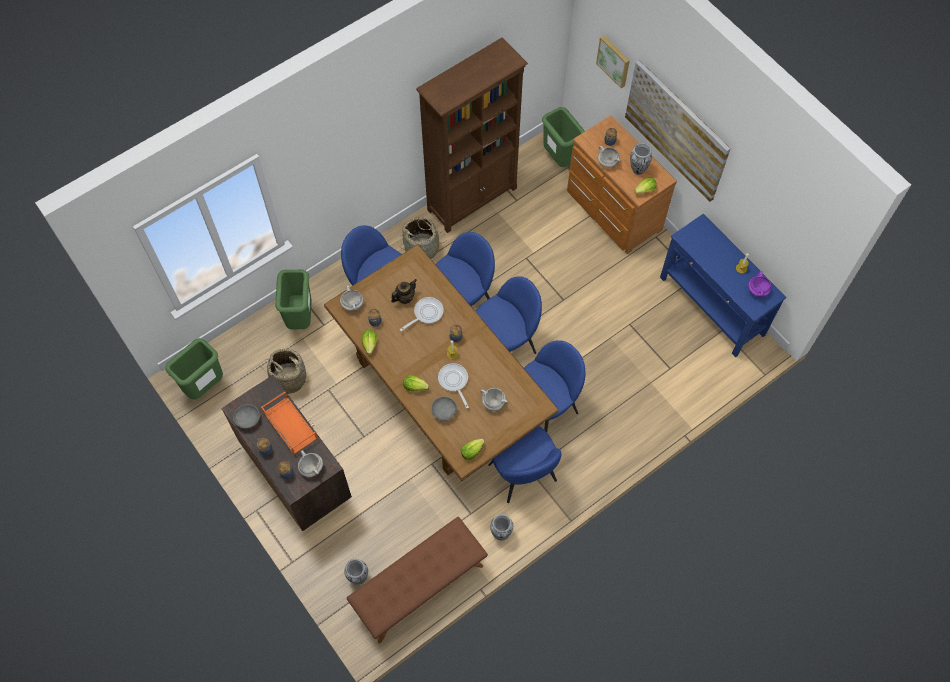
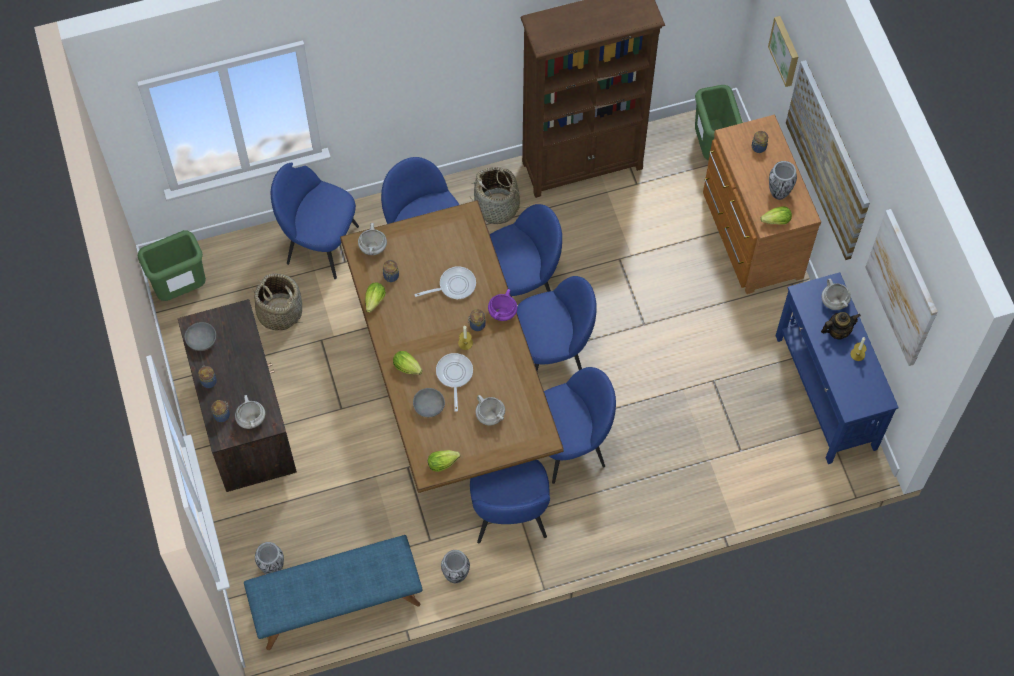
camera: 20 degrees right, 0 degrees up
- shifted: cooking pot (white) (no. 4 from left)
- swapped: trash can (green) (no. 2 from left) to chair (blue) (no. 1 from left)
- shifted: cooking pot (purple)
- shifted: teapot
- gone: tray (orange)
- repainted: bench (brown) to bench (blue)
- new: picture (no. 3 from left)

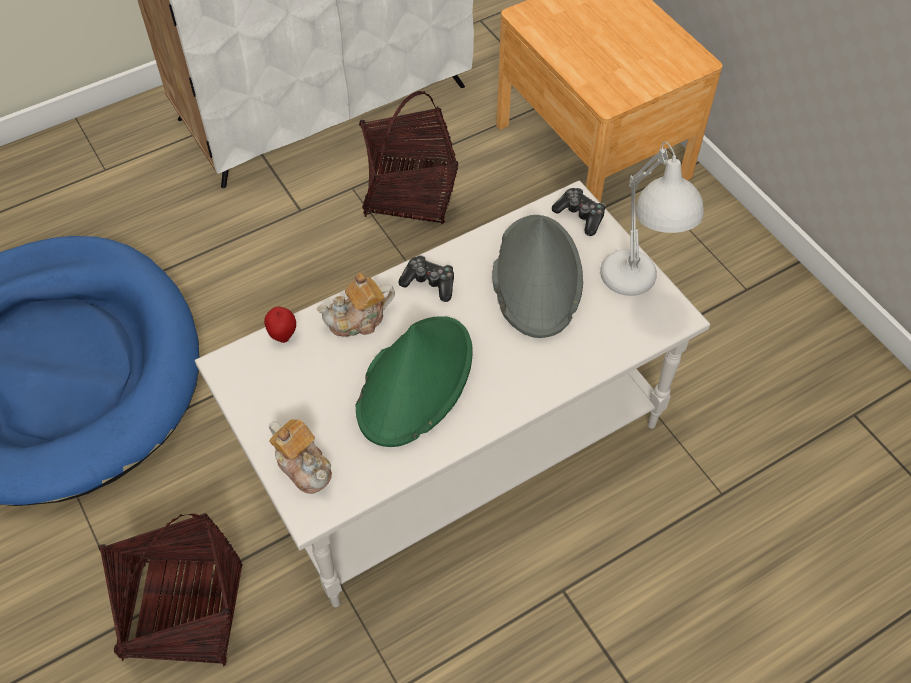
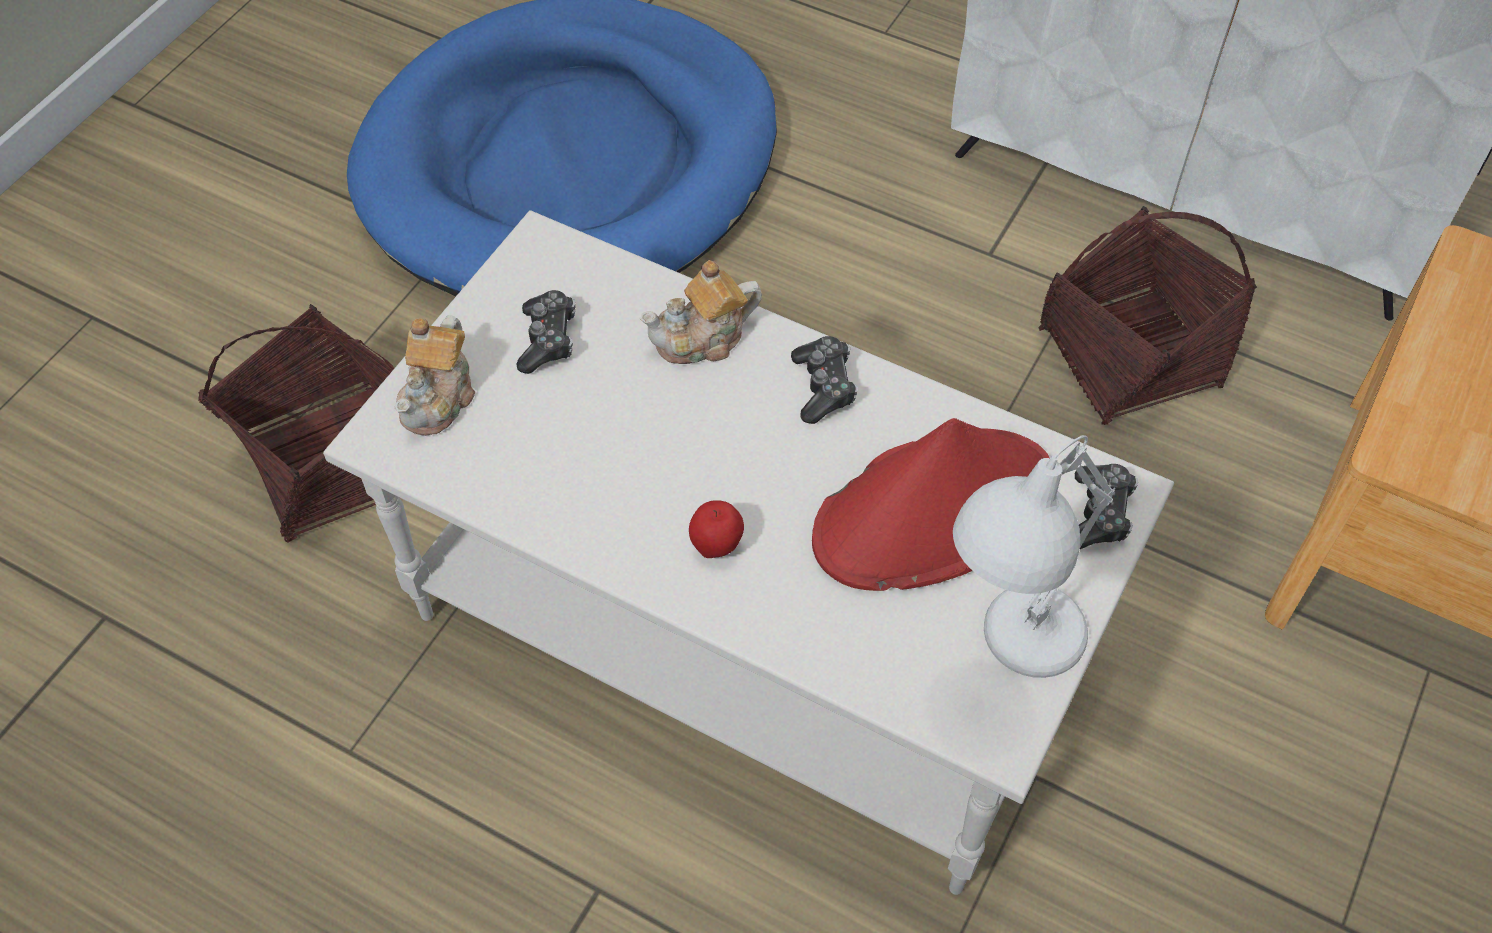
camera: 60 degrees right, 0 degrees up
- repainted: hat (grey) to hat (red)
- rotated: teapot (no. 2 from left) 60 degrees counterclockwise
- shifted: apple
- gone: hat (green)
- new: game controller (no. 1 from left)

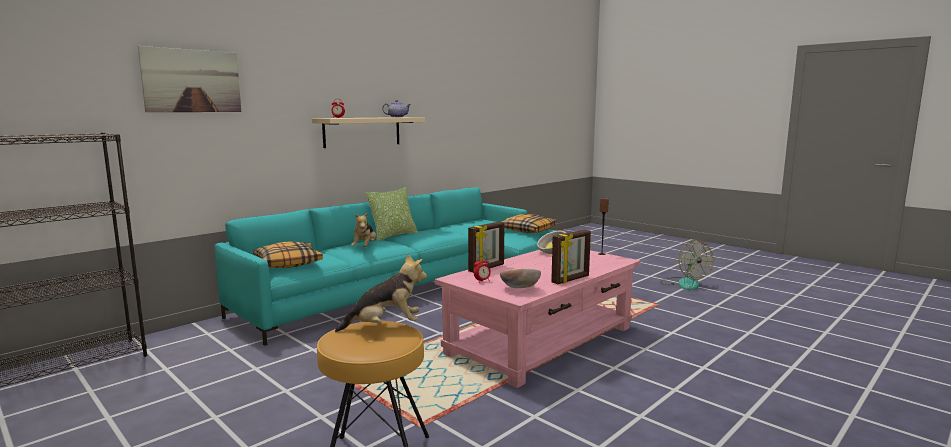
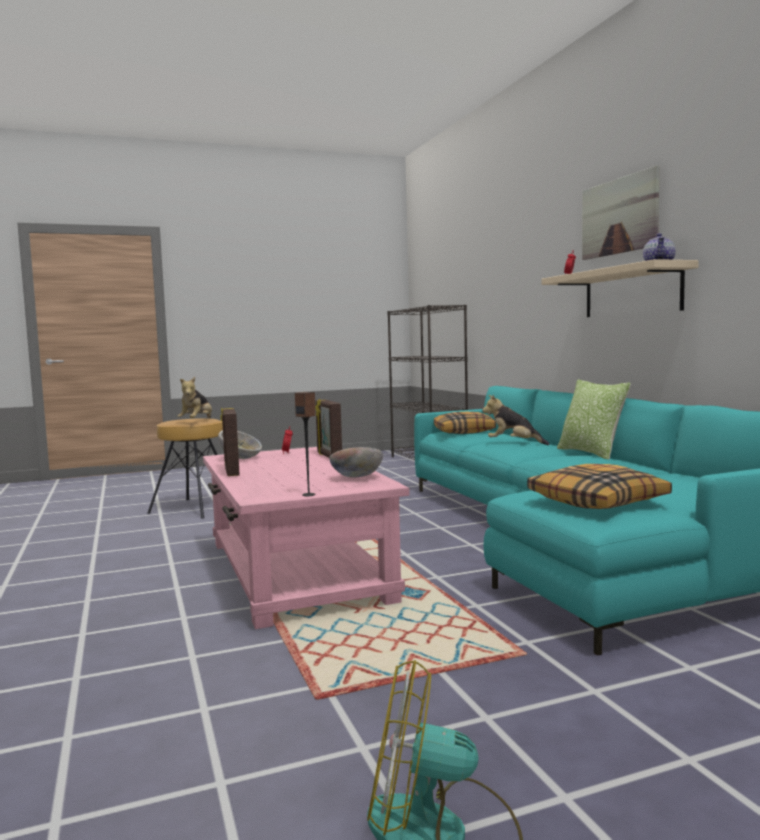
camera: 115 degrees right, 5 degrees down
- shifted: picture

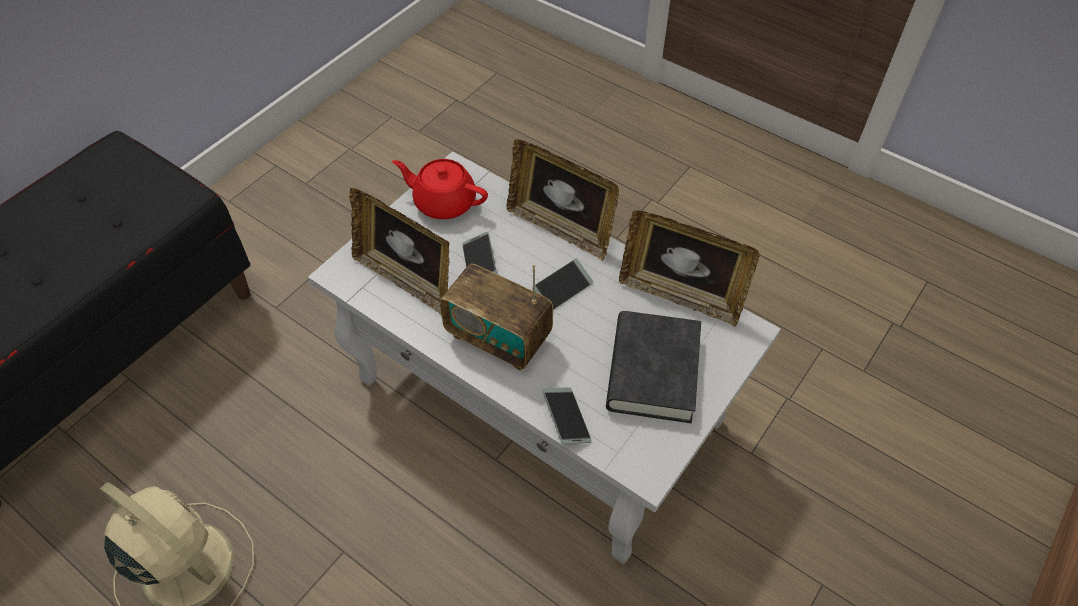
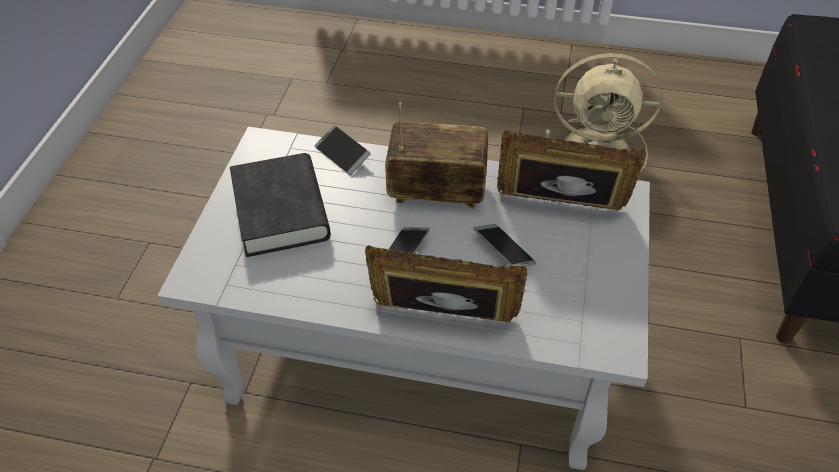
camera: 155 degrees right, 5 degrees down
- gone: teapot (red)
- gone: picture frame (no. 3 from left)

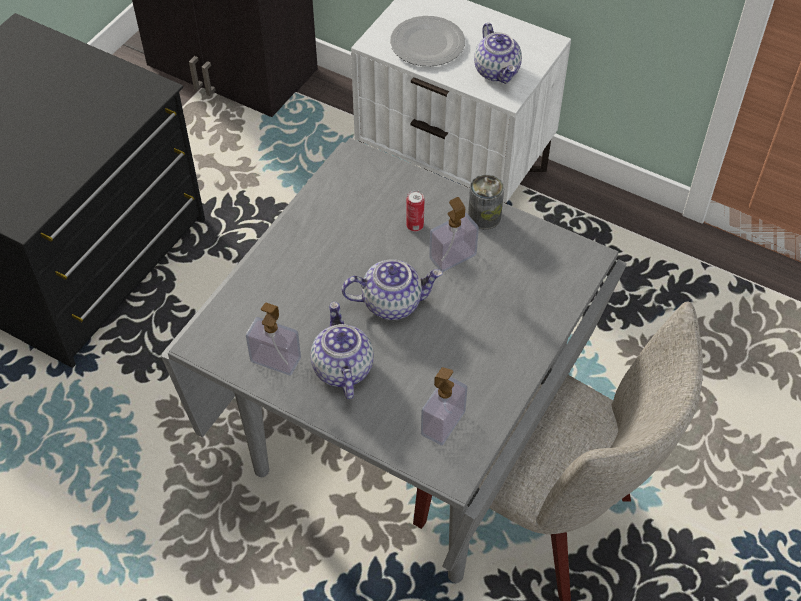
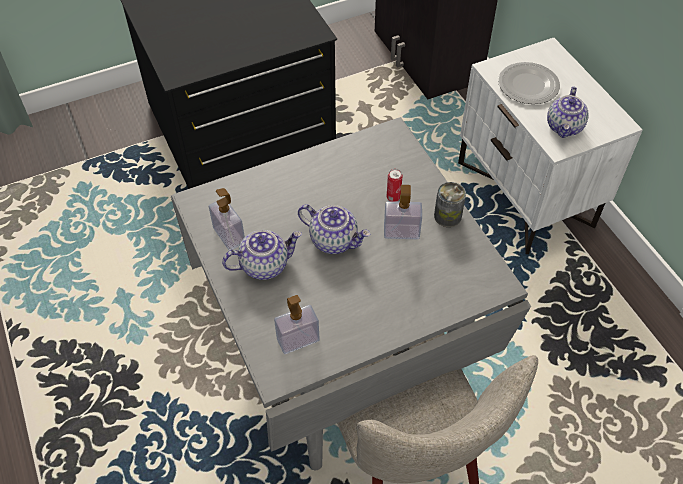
camera: 35 degrees right, 0 degrees up
- rotated: teapot (no. 1 from left) 45 degrees clockwise

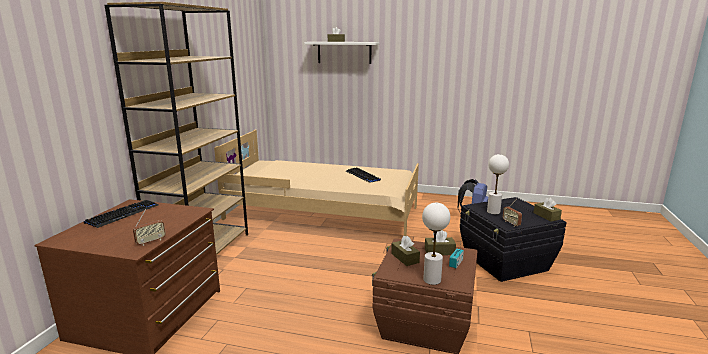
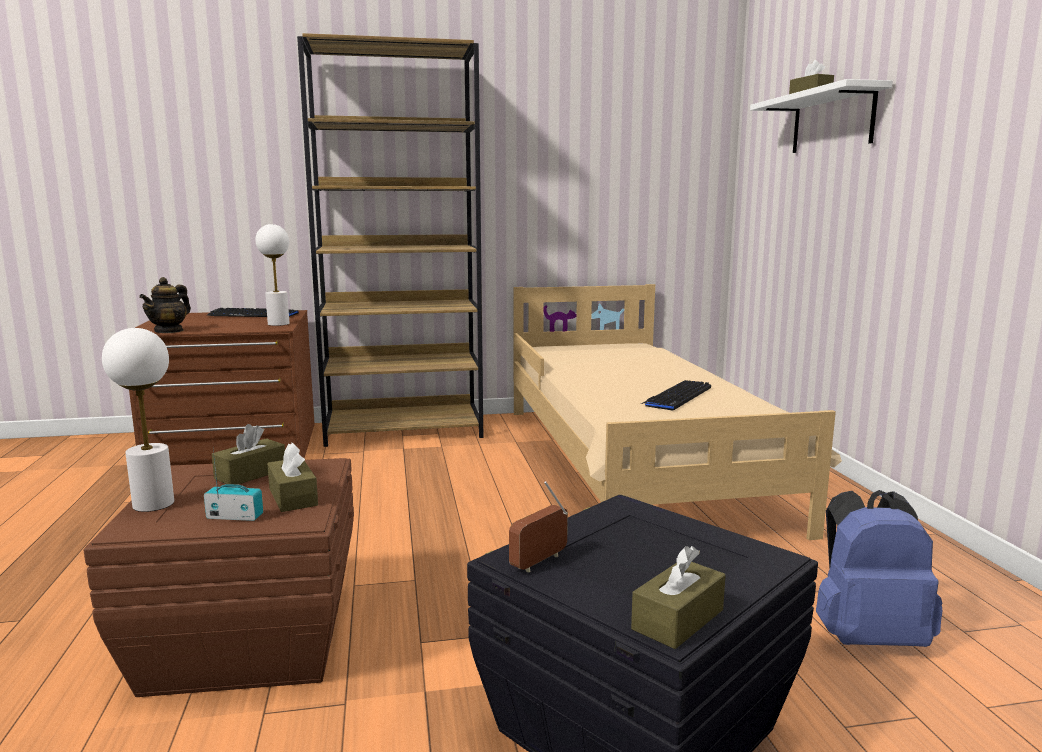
camera: 65 degrees right, 5 degrees down
- shifted: table lamp (white) (no. 2 from left)
- swapped: radio (no. 1 from left) to teapot

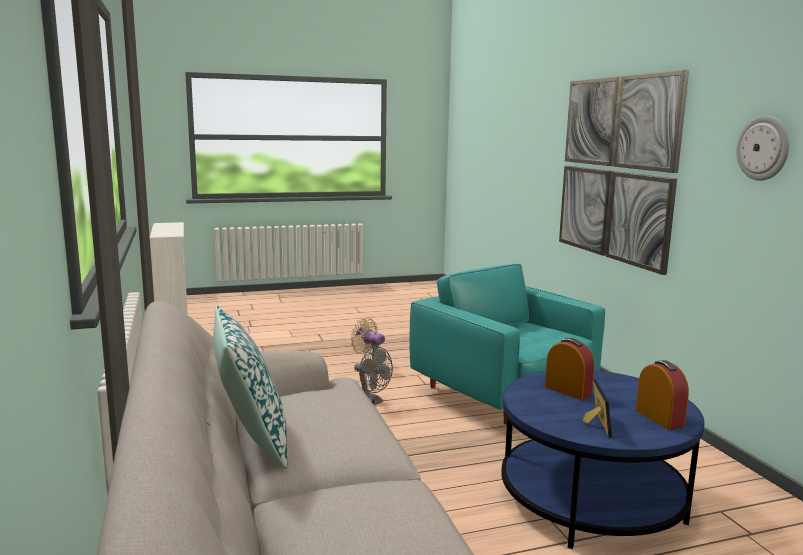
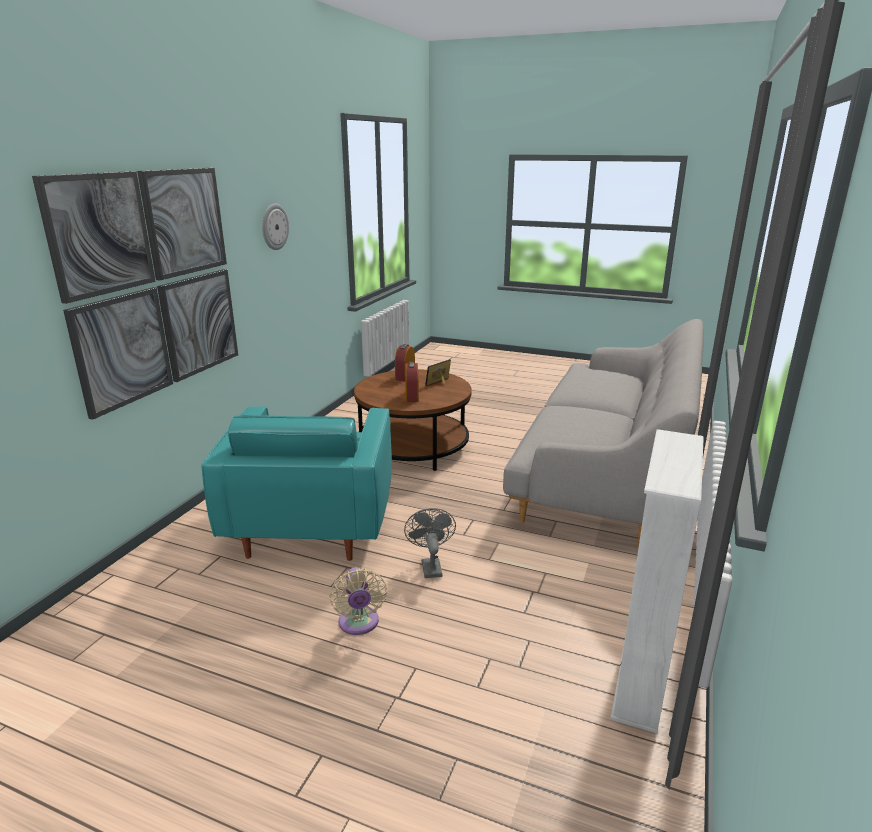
camera: 140 degrees left, 10 degrees up
- gone: pillow
- repainted: coffee table (blue) to coffee table (brown)

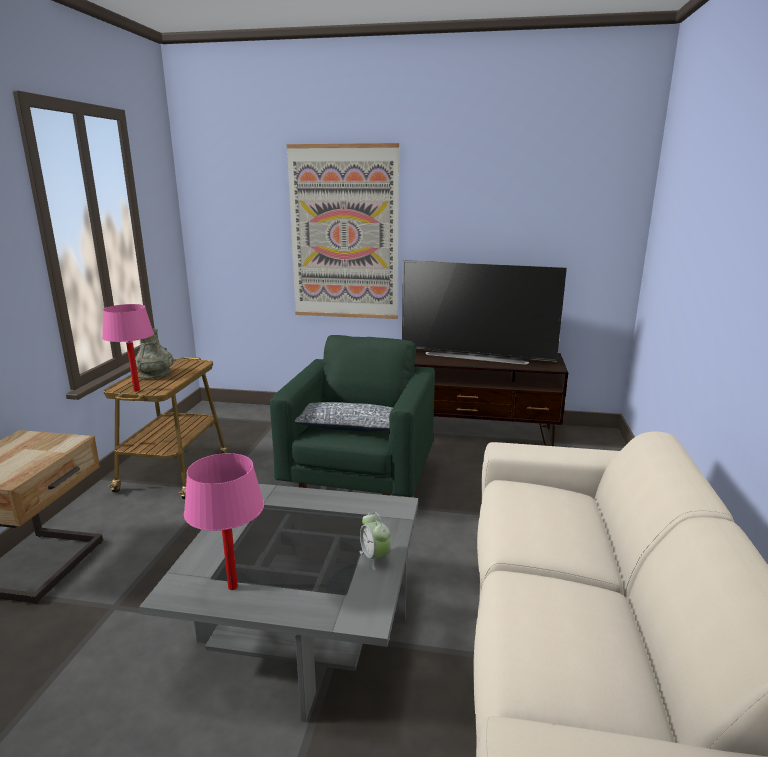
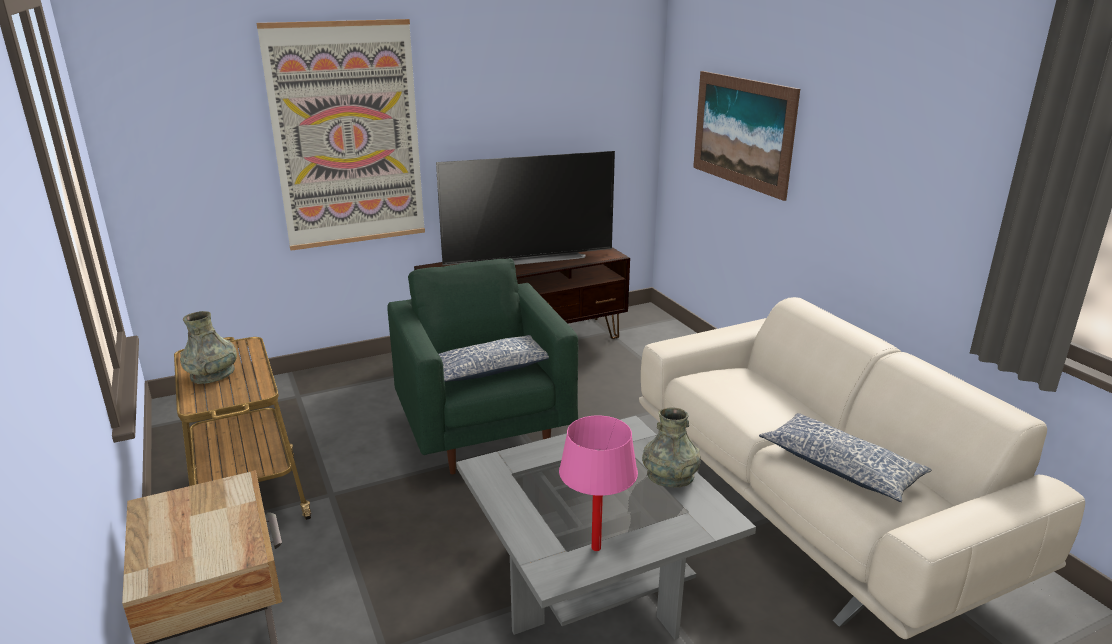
camera: 35 degrees left, 5 degrees up
- gone: table lamp (pink) (no. 1 from left)
- swapped: alarm clock to vase (grey) (no. 2 from left)
- new: picture (no. 2 from left)
- new: pillow (no. 2 from left)

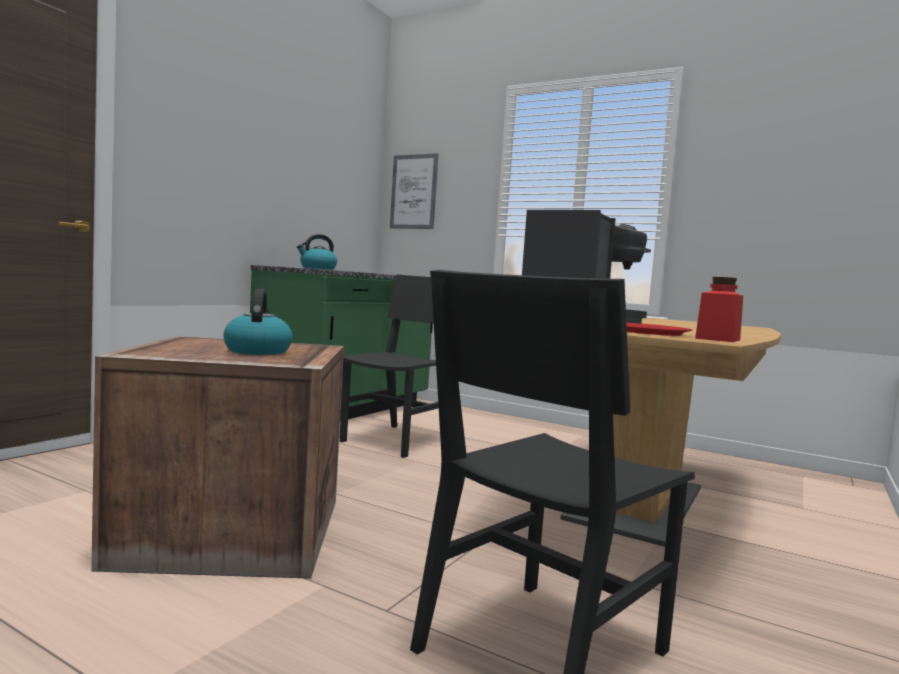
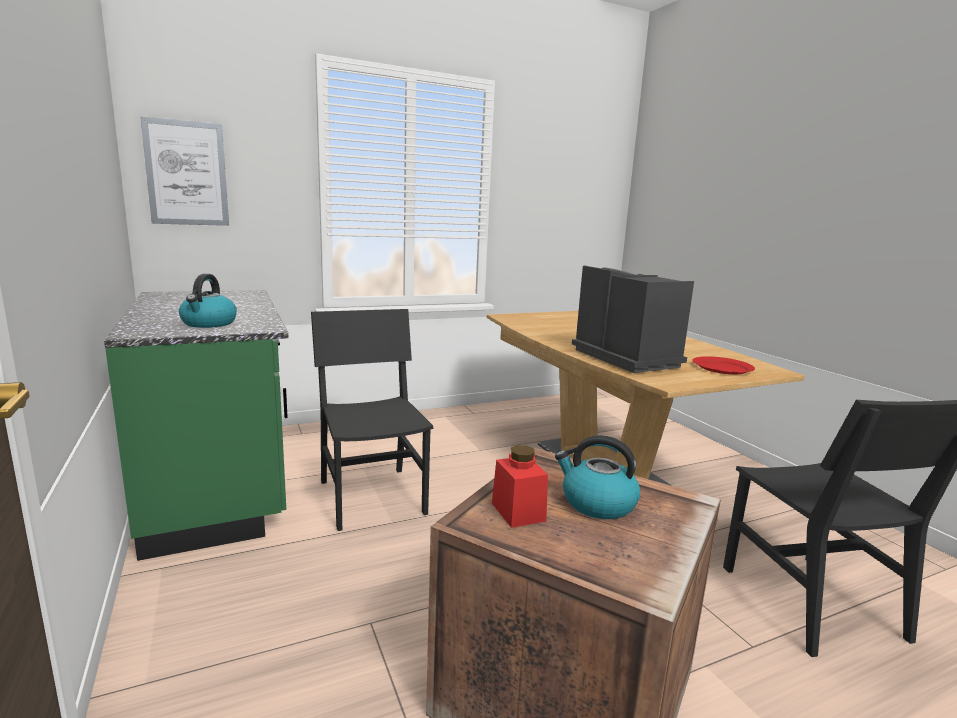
camera: 55 degrees left, 10 degrees up
- shifted: jar (red)

